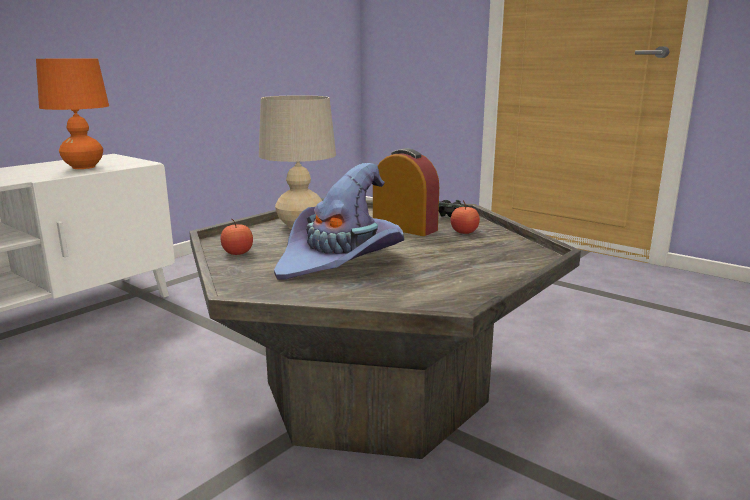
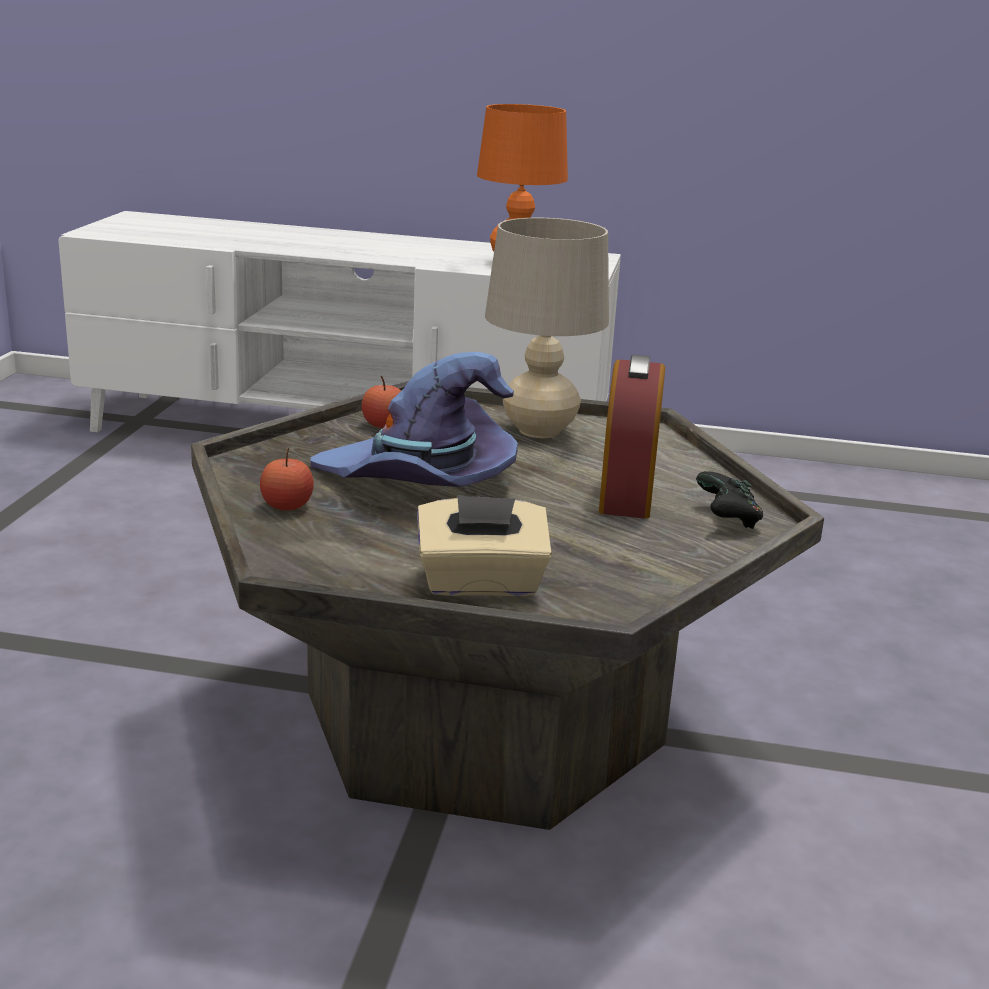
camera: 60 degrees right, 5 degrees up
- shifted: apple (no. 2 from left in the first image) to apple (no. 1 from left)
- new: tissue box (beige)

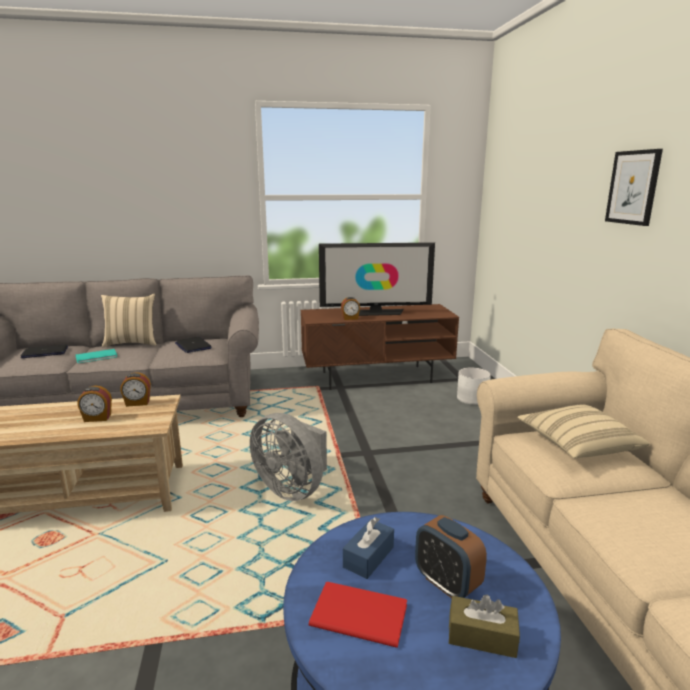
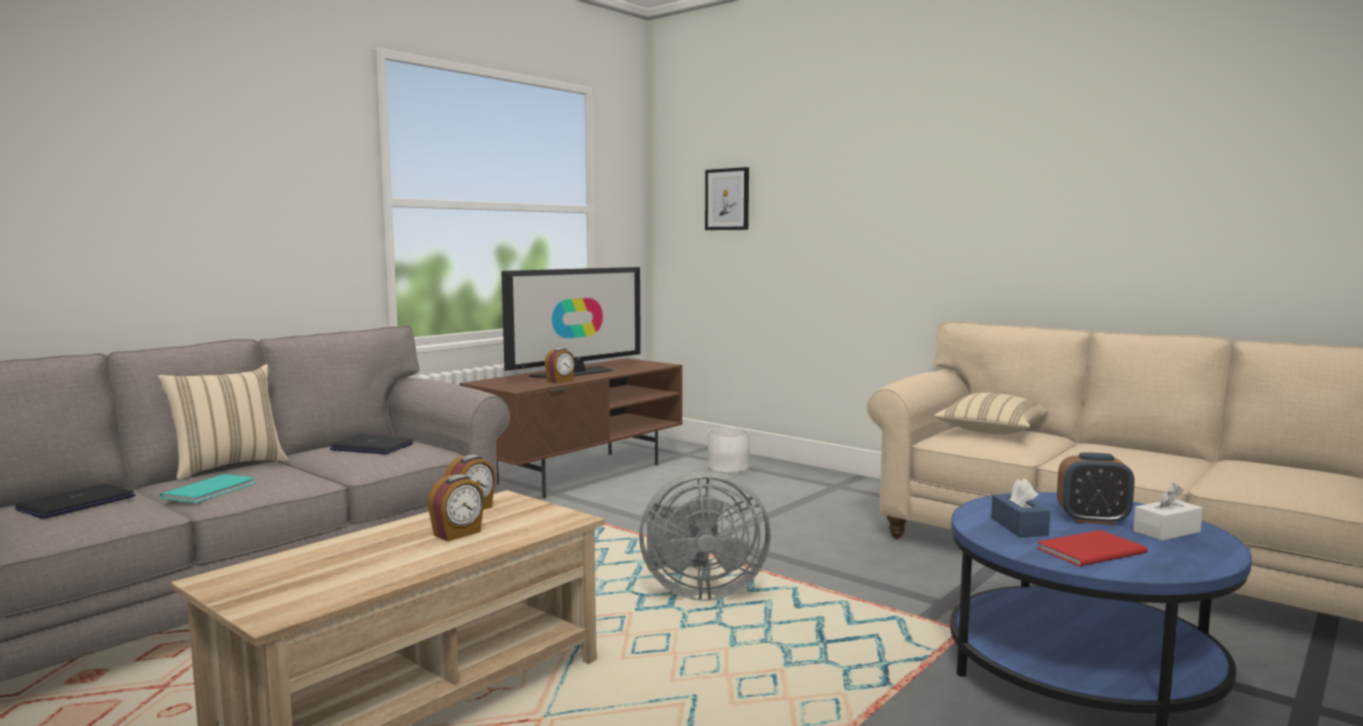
camera: 40 degrees left, 10 degrees down
- shifted: picture
- repainted: tissue box (brown) to tissue box (white)

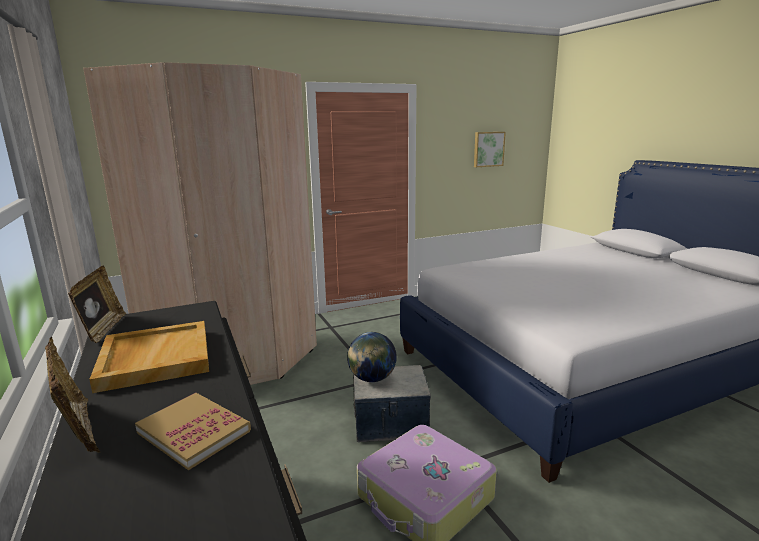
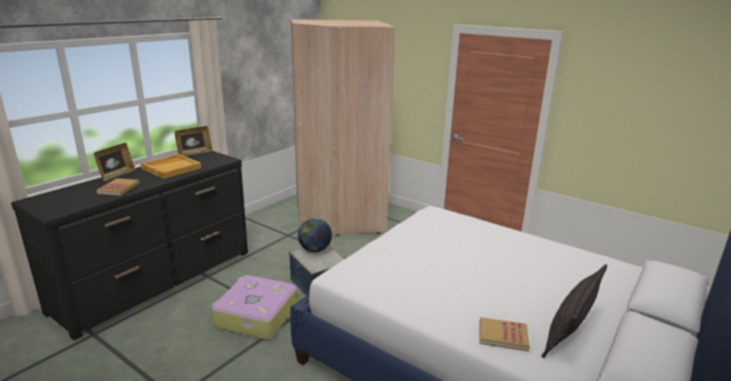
camera: 60 degrees right, 5 degrees up
- gone: picture
- new: pillow
- new: book (no. 2 from left)

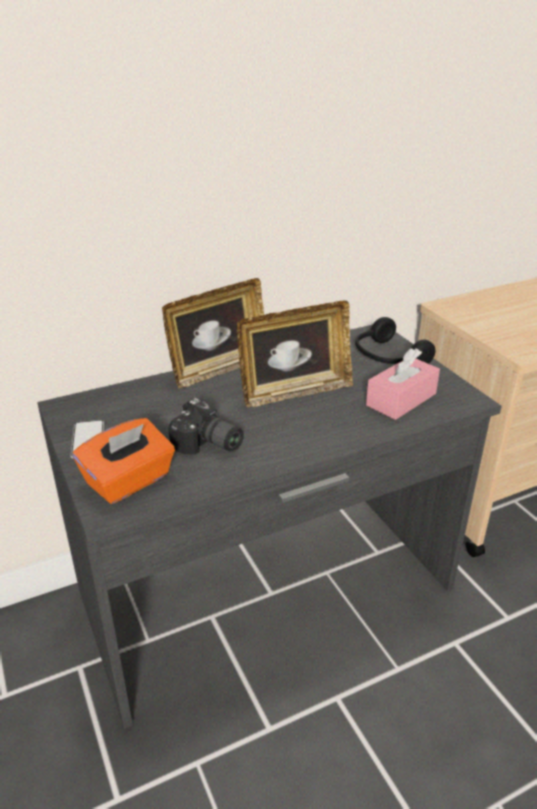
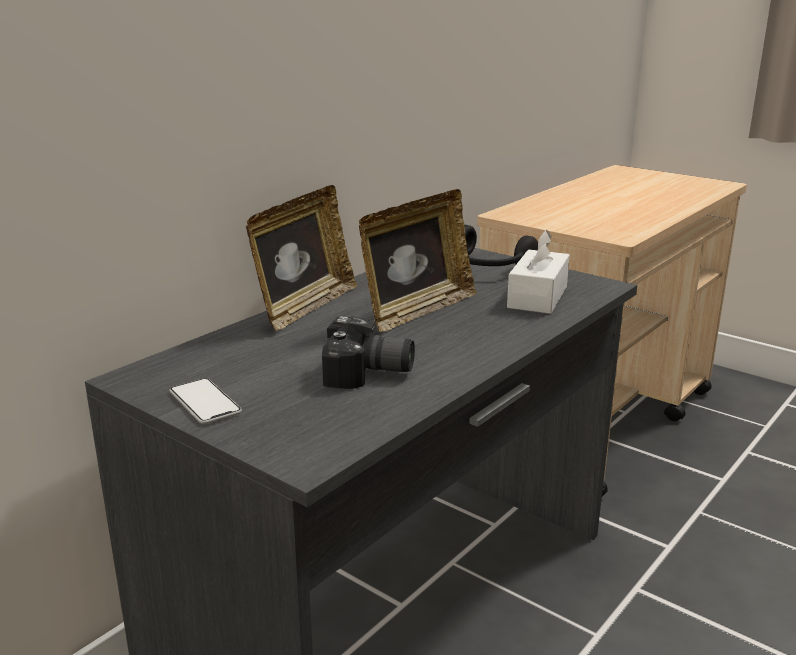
camera: 25 degrees left, 10 degrees down
- repainted: tissue box (pink) to tissue box (white)
- gone: tissue box (orange)

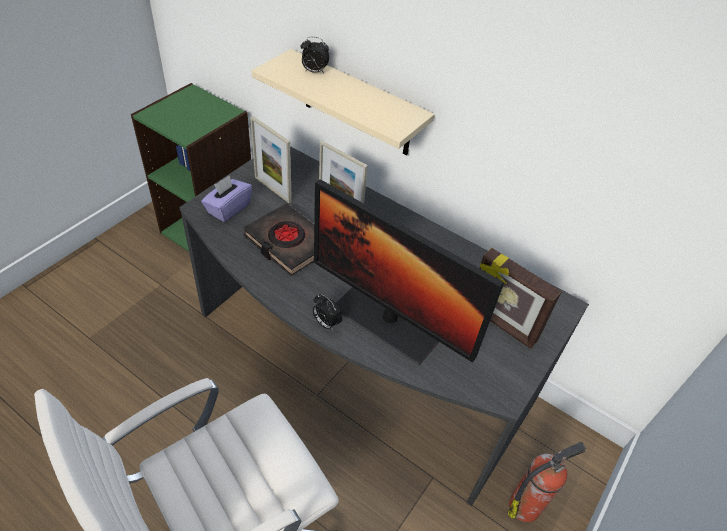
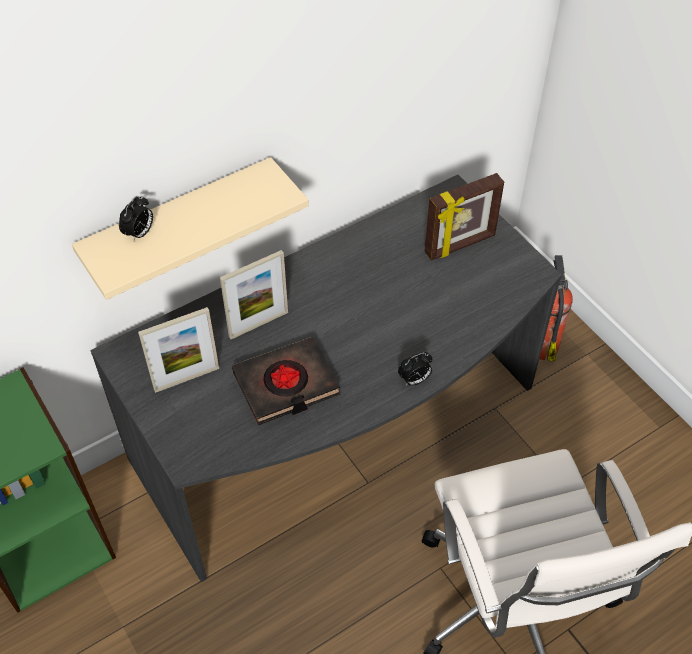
camera: 65 degrees left, 5 degrees up
- gone: tissue box (purple)
- gone: monitor

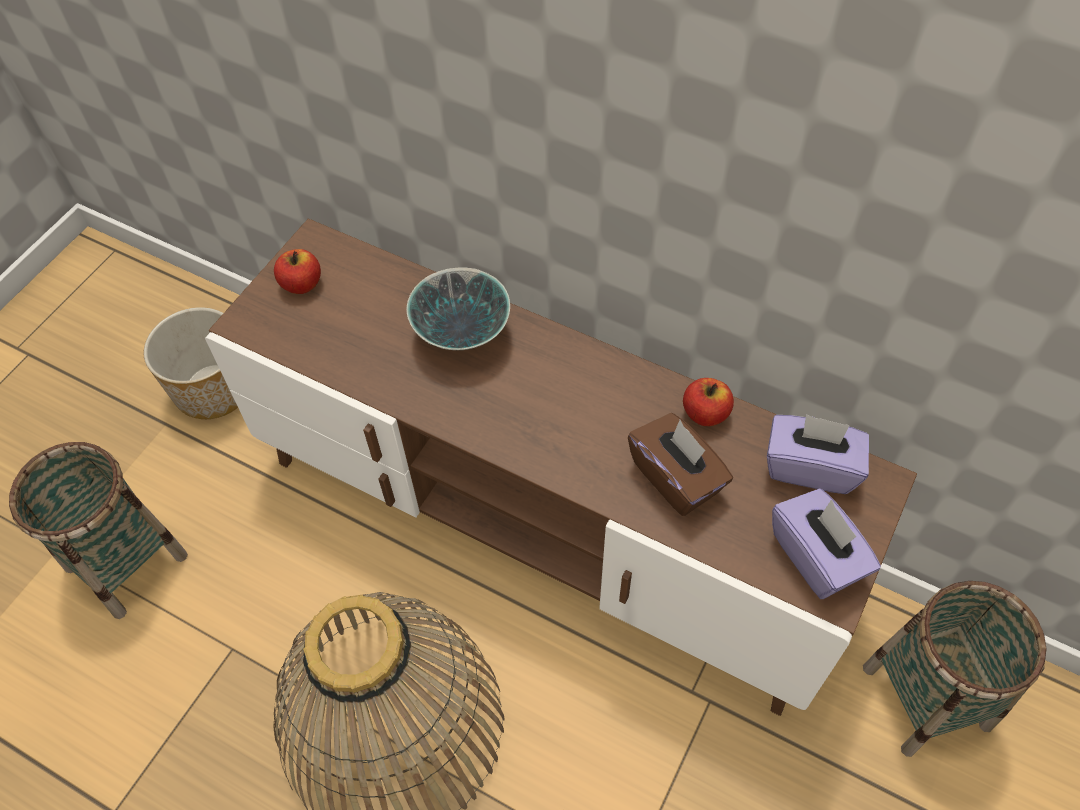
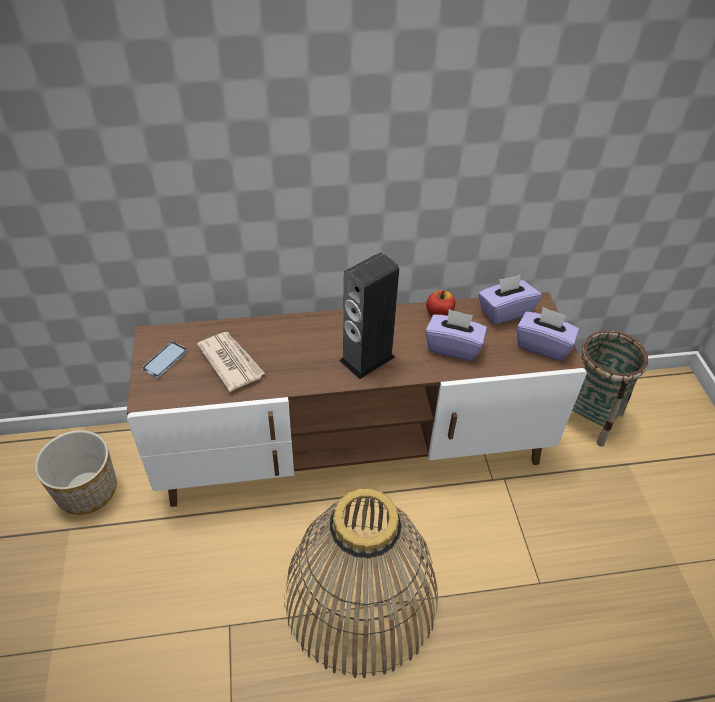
camera: 40 degrees left, 10 degrees down
- swapped: apple (no. 1 from left) to phone
- gone: bowl
- repainted: tissue box (brown) to tissue box (purple) (no. 1 from left)
- gone: basket (no. 1 from left)
- new: speaker
- new: newspaper

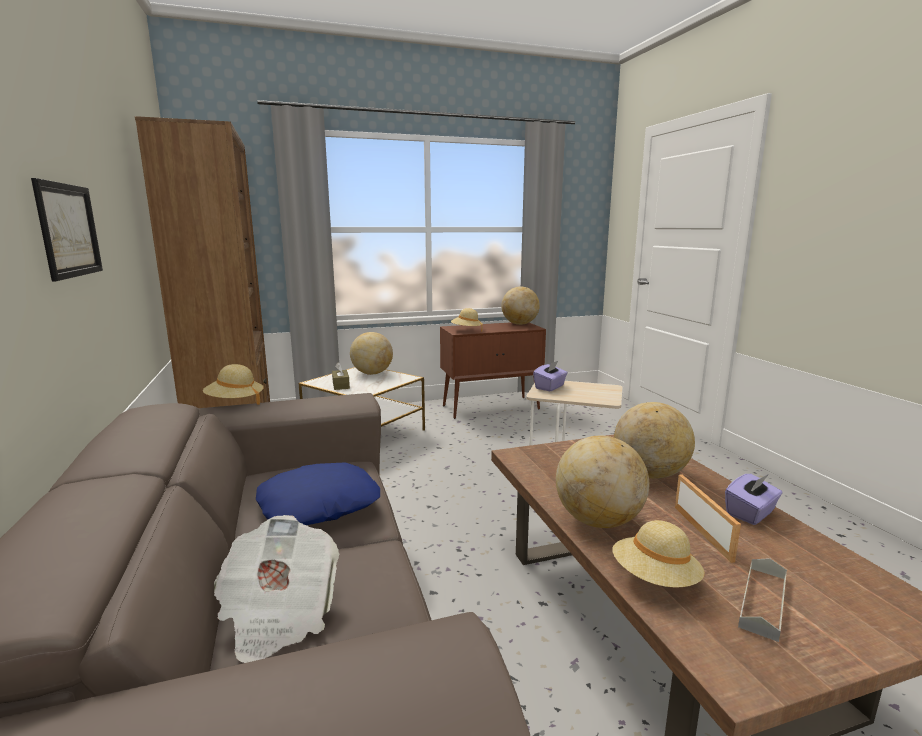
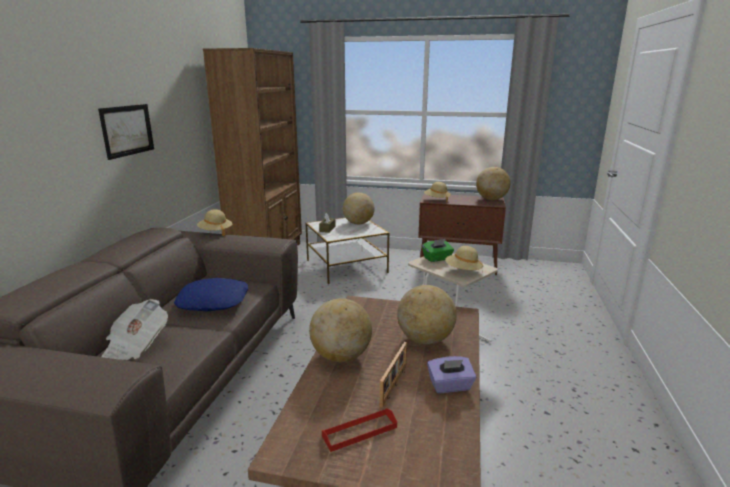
camera: 30 degrees right, 5 degrees up
- repainted: tissue box (purple) (no. 1 from left) to tissue box (green)
- shifted: hat (beige) (no. 3 from left)
- repainted: tray (grey) to tray (red)

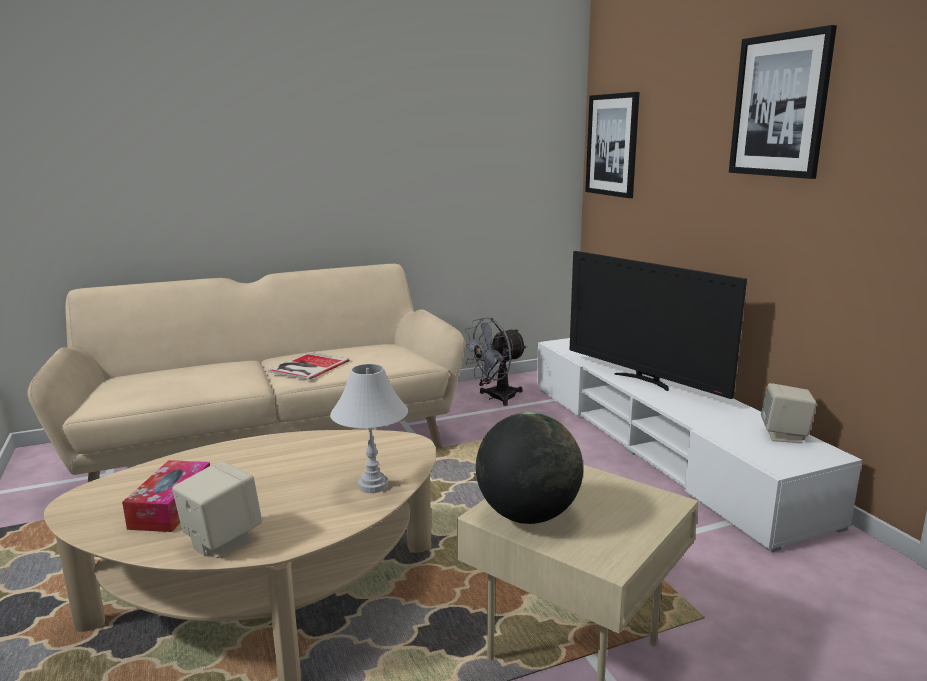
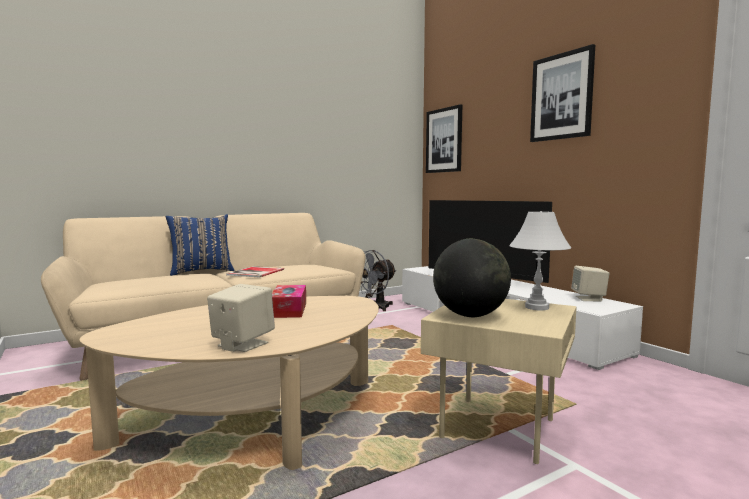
camera: 10 degrees left, 10 degrees down
- shifted: table lamp (white)
- shifted: tissue box
- new: pillow (blue)

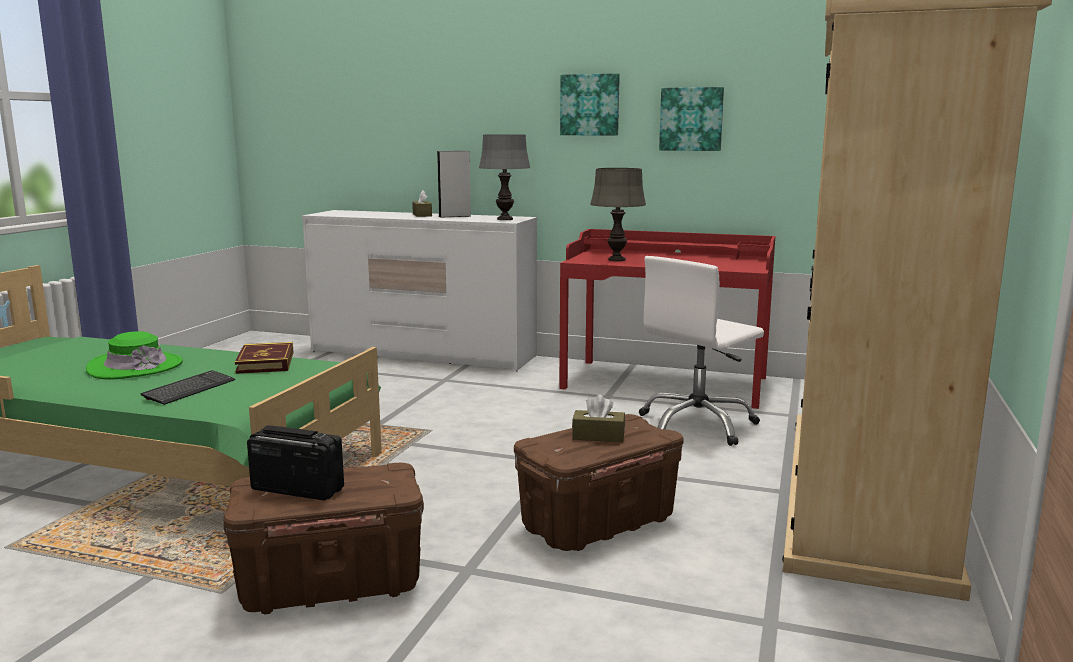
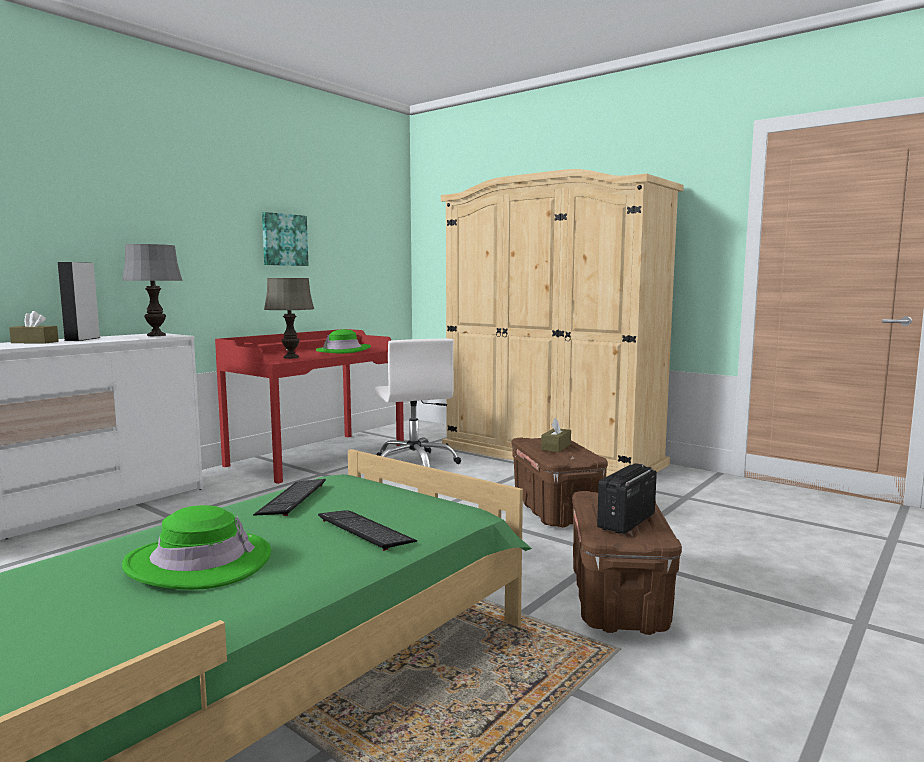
camera: 70 degrees left, 5 degrees down
- gone: picture (no. 1 from left)
- swapped: book to keyboard (no. 1 from left)
- new: hat (green) (no. 2 from left)

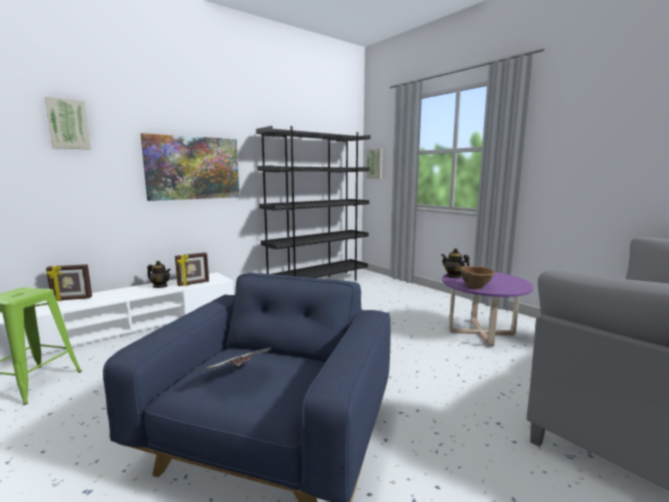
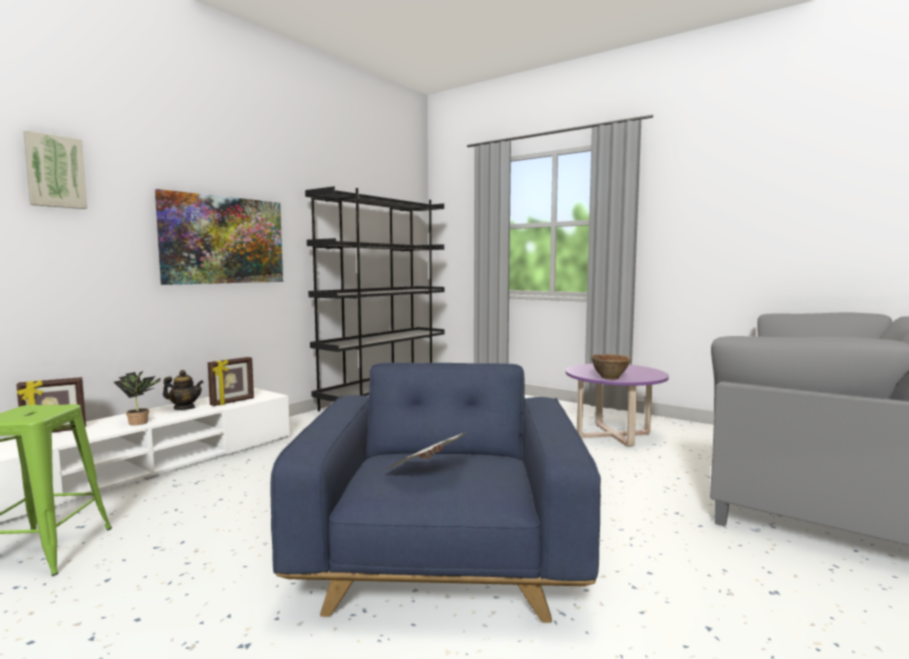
camera: 15 degrees left, 5 degrees down
- gone: picture (no. 3 from left)
- gone: teapot (no. 2 from left)
- new: potted plant

